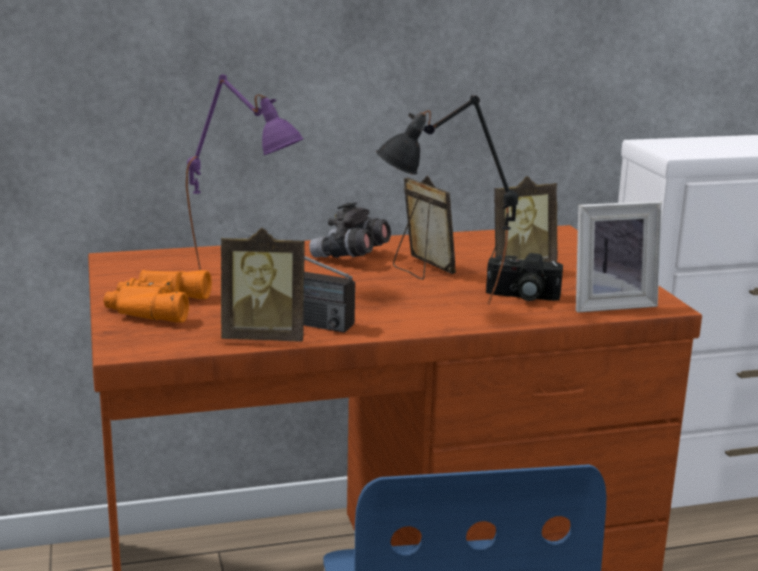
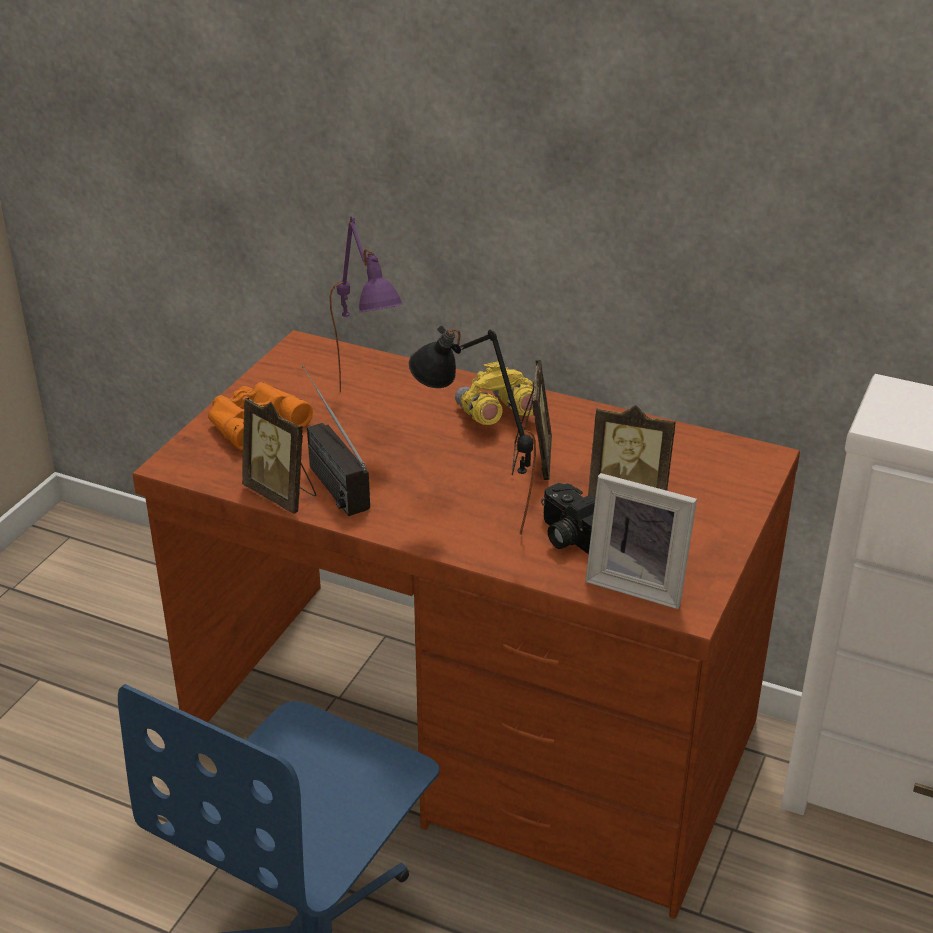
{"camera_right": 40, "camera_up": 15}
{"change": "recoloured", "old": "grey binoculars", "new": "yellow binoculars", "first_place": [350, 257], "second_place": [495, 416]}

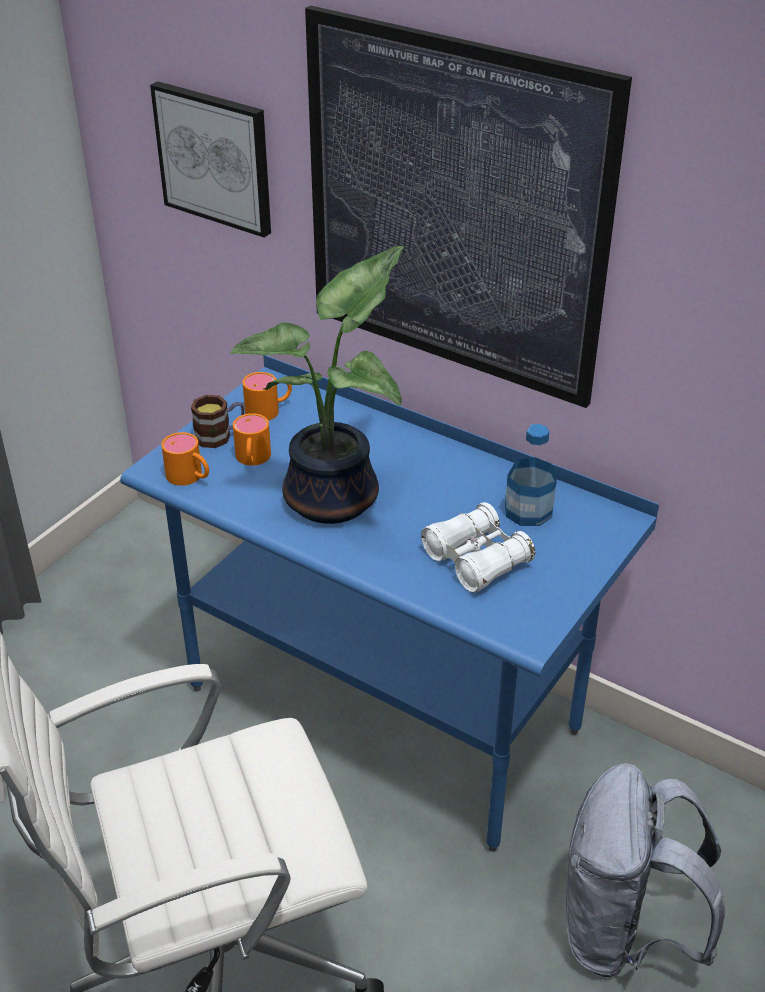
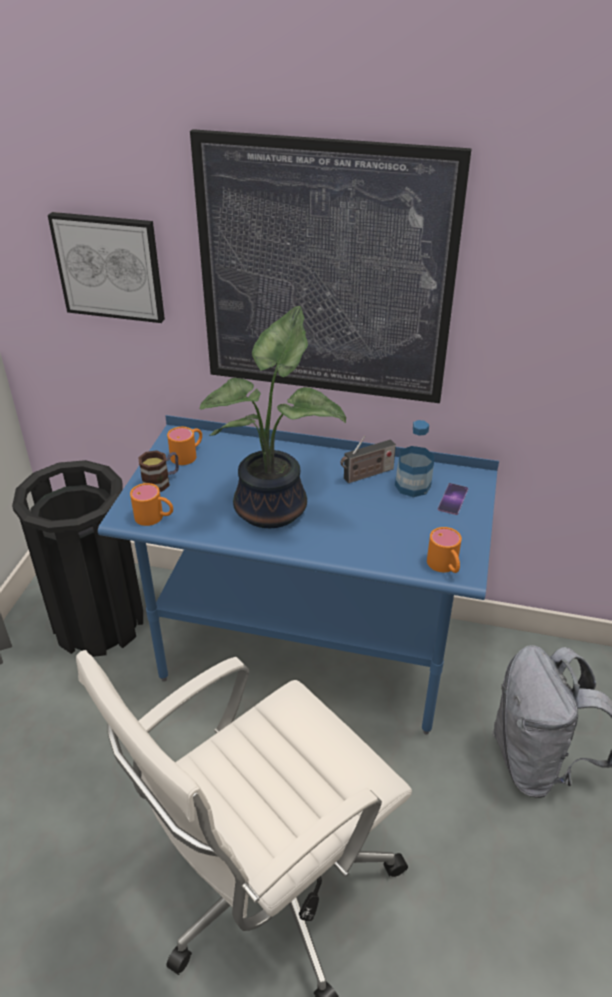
{"camera_right": -20, "camera_up": 0}
{"change": "moved", "old": "orange mug", "first_place": [252, 460], "second_place": [445, 566]}
{"change": "removed", "old": "white binoculars", "first_place": [476, 559]}
{"change": "added", "new": "black trash can", "second_place": [99, 622]}
{"change": "added", "new": "radio", "second_place": [366, 475]}
{"change": "added", "new": "phone", "second_place": [453, 499]}

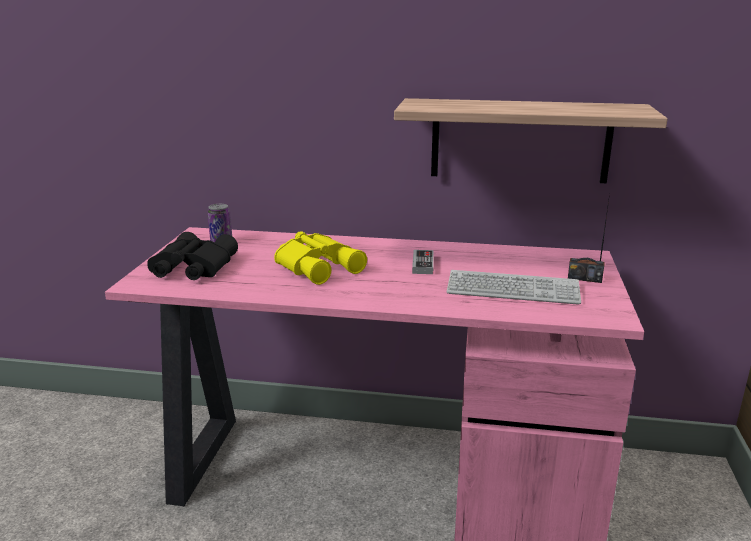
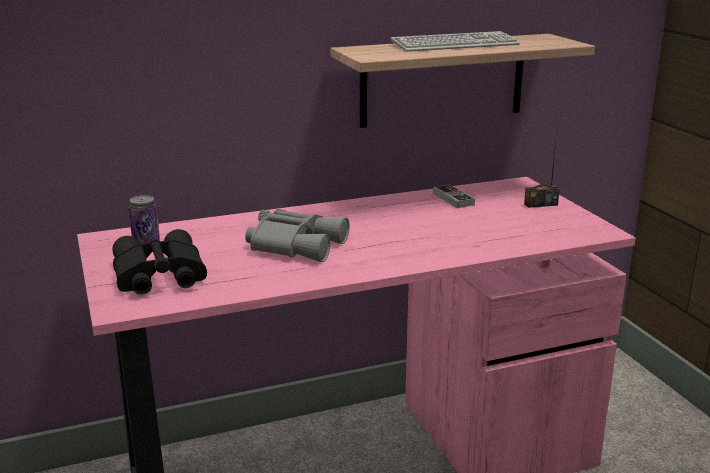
{"camera_right": -30, "camera_up": 0}
{"change": "recoloured", "old": "yellow binoculars", "new": "grey binoculars", "first_place": [319, 266], "second_place": [296, 244]}
{"change": "moved", "old": "game controller", "first_place": [423, 264], "second_place": [453, 199]}
{"change": "moved", "old": "keyboard", "first_place": [512, 289], "second_place": [455, 44]}

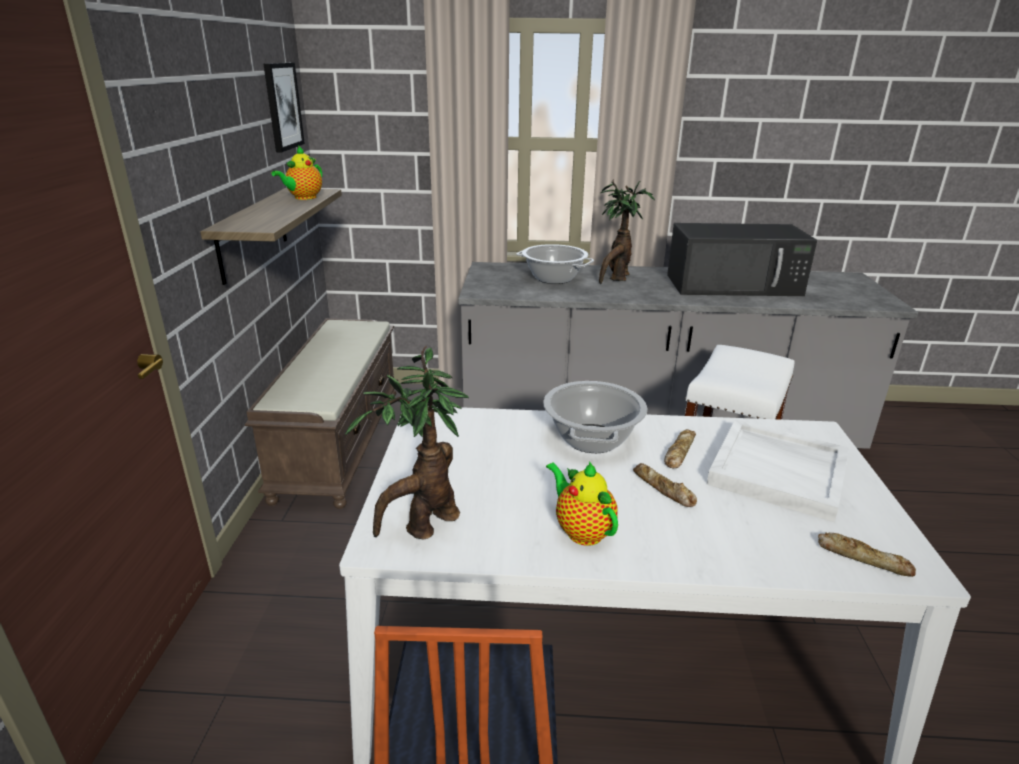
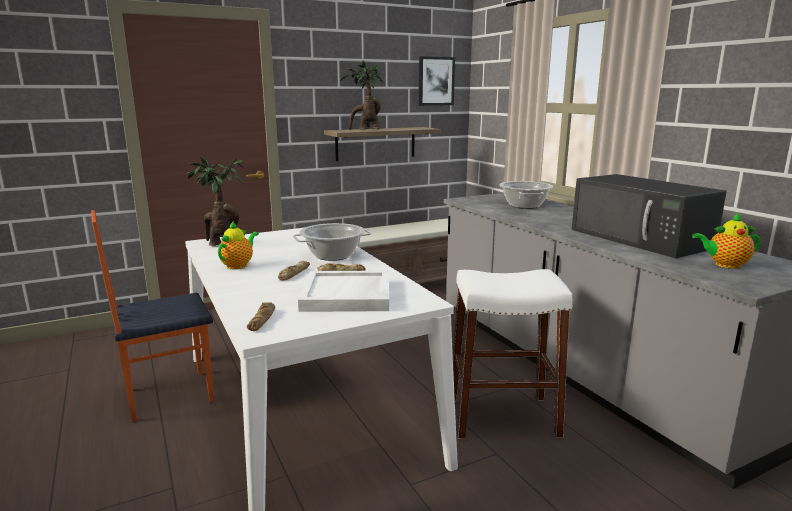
{"camera_right": 60, "camera_up": -10}
{"change": "moved", "old": "teapot", "first_place": [303, 198], "second_place": [724, 265]}
{"change": "moved", "old": "potted plant", "first_place": [616, 279], "second_place": [366, 129]}

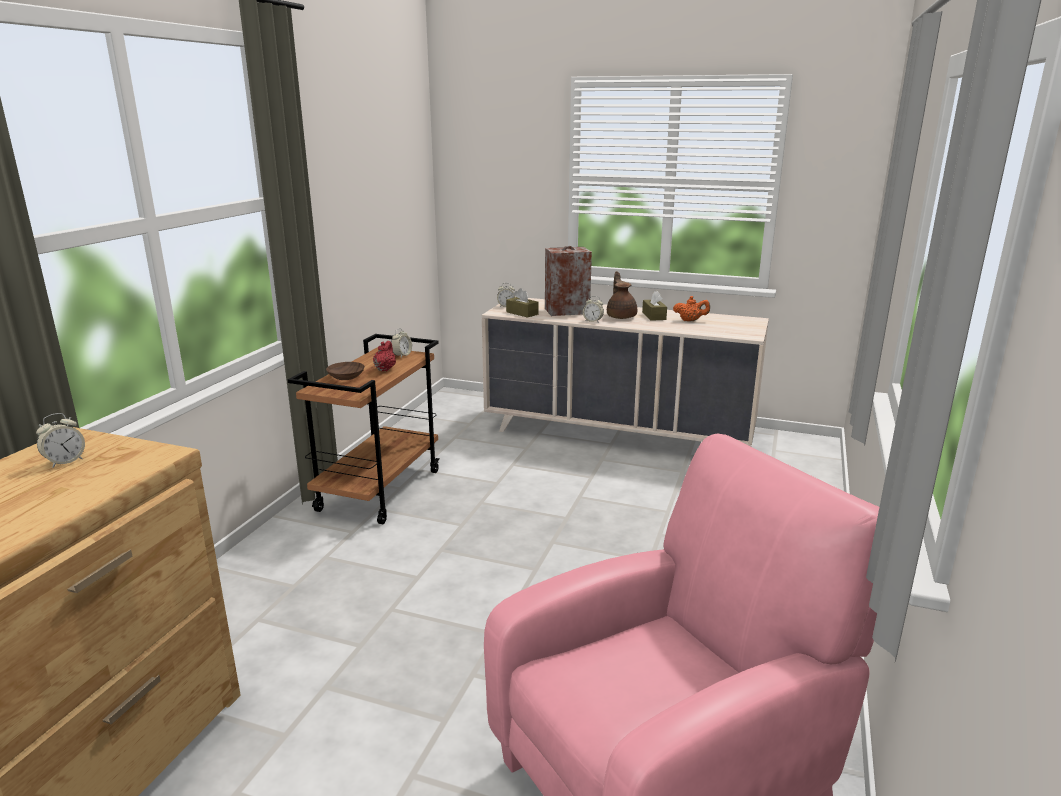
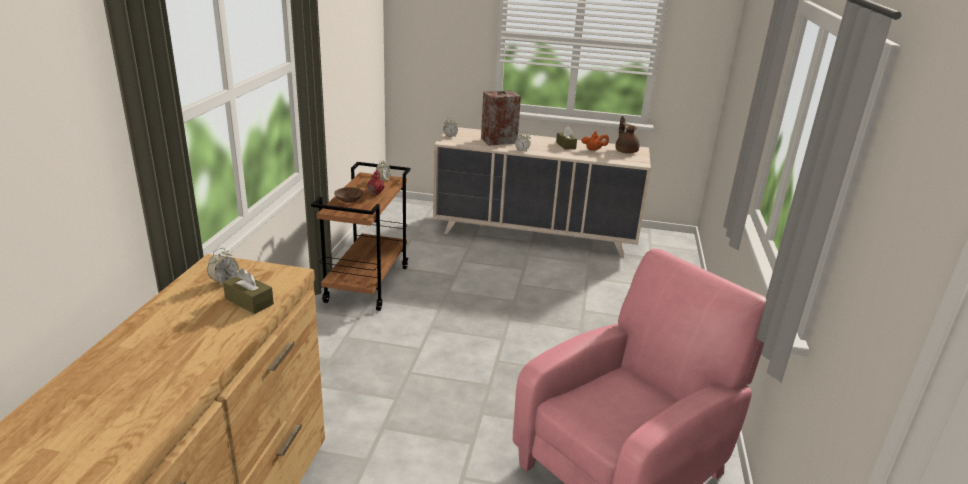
{"camera_right": -10, "camera_up": 5}
{"change": "moved", "old": "brown tissue box", "first_place": [522, 313], "second_place": [249, 301]}
{"change": "moved", "old": "brown teapot", "first_place": [621, 316], "second_place": [626, 151]}

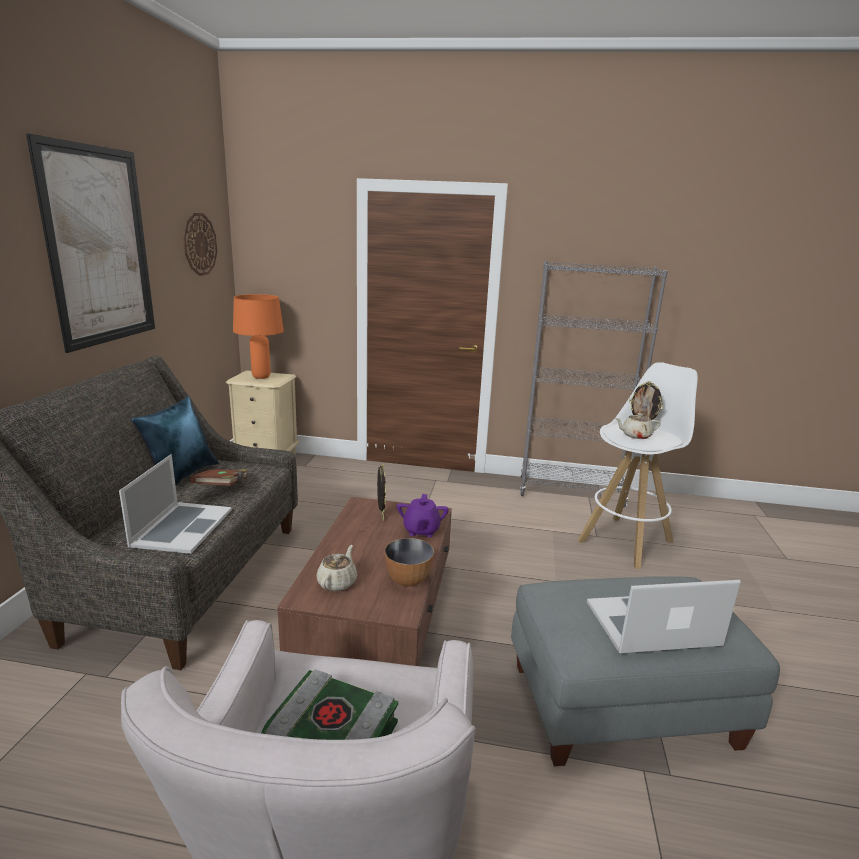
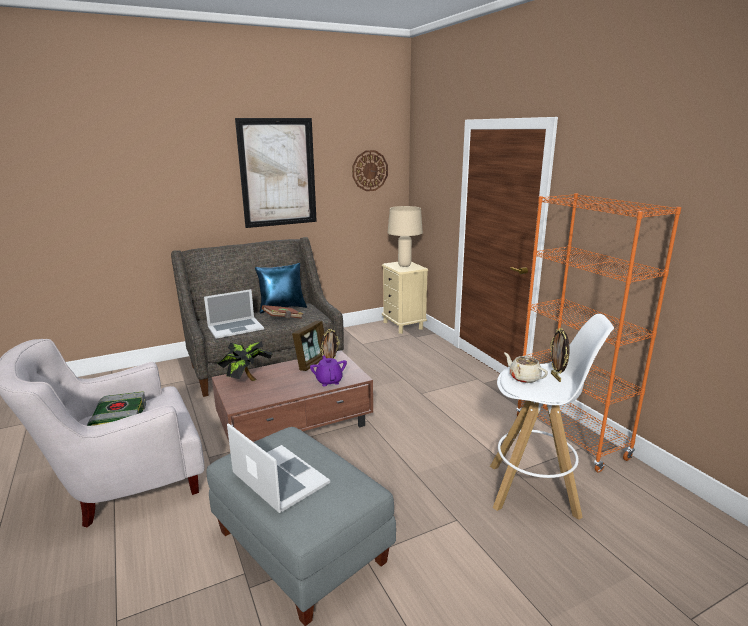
{"camera_right": 55, "camera_up": 0}
{"change": "recoloured", "old": "orange table lamp", "new": "beige table lamp", "first_place": [261, 377], "second_place": [404, 265]}
{"change": "replaced", "old": "beige teapot", "new": "potted plant", "first_place": [337, 582], "second_place": [246, 381]}
{"change": "removed", "old": "bowl", "first_place": [408, 580]}
{"change": "turned", "old": "purple teapot", "first_place": [421, 530], "second_place": [329, 381], "degrees": 105}
{"change": "recoloured", "old": "grey bookcase", "new": "orange bookcase", "first_place": [571, 493], "second_place": [570, 437]}
{"change": "added", "new": "picture frame", "second_place": [312, 363]}

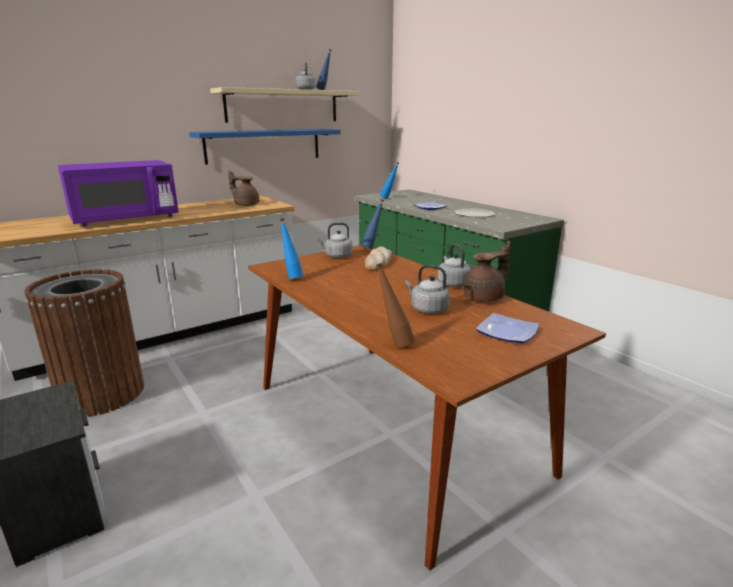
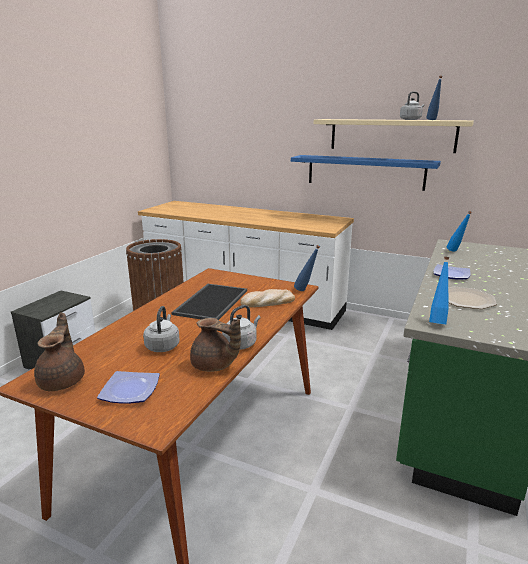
{"camera_right": 60, "camera_up": 0}
{"change": "removed", "old": "purple microwave", "first_place": [125, 219]}
{"change": "moved", "old": "brown teapot", "first_place": [246, 205], "second_place": [63, 380]}
{"change": "moved", "old": "blue bottle", "first_place": [292, 278], "second_place": [437, 321]}
{"change": "removed", "old": "grey kettle", "first_place": [337, 256]}
{"change": "removed", "old": "brown bottle", "first_place": [394, 343]}
{"change": "added", "new": "tray", "second_place": [211, 301]}

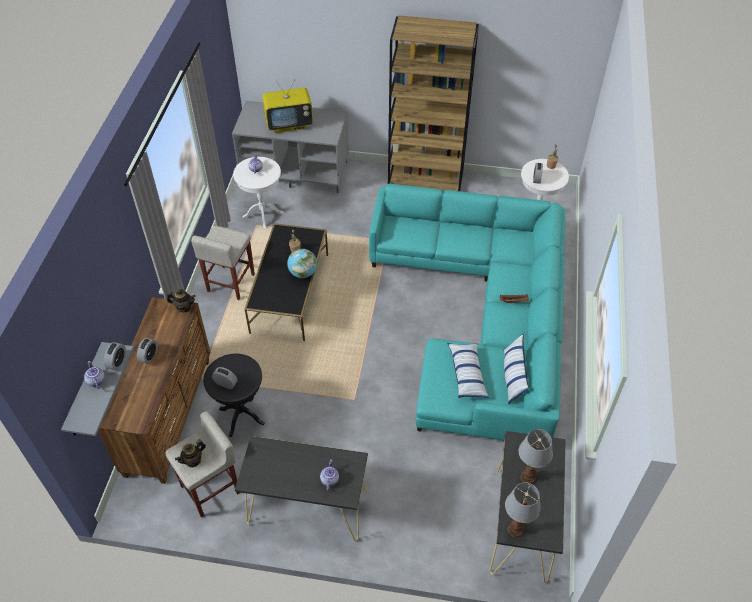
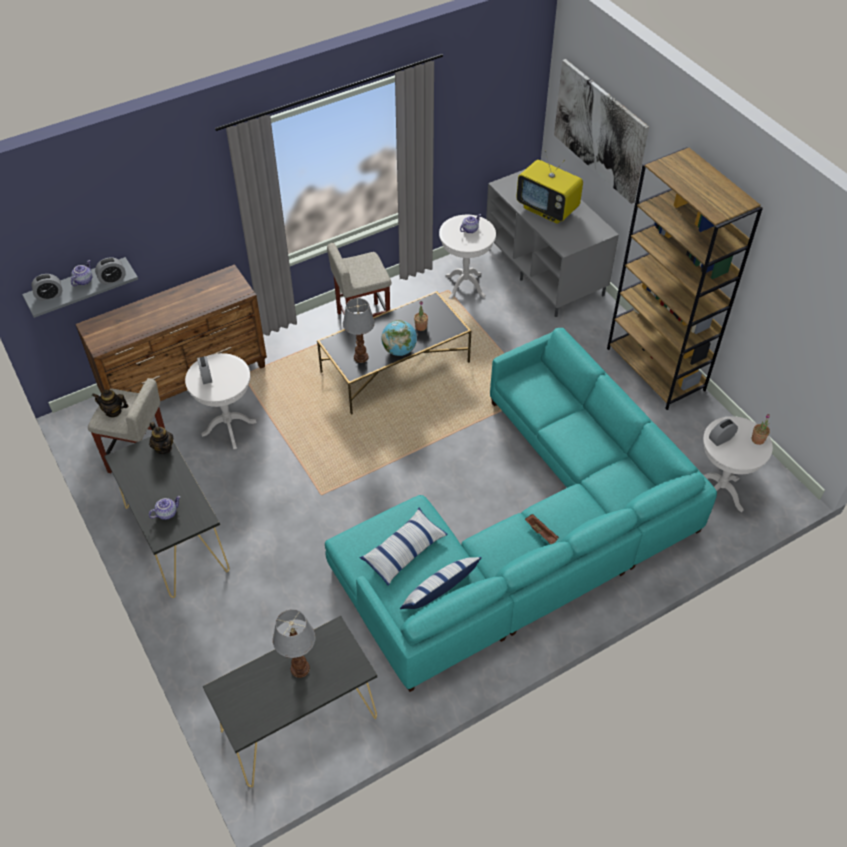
{"camera_right": 50, "camera_up": 0}
{"change": "moved", "old": "alarm clock", "first_place": [149, 356], "second_place": [49, 295]}
{"change": "moved", "old": "teapot", "first_place": [184, 307], "second_place": [163, 448]}
{"change": "recoloured", "old": "black side table", "new": "white side table", "first_place": [241, 416], "second_place": [229, 428]}
{"change": "moved", "old": "table lamp", "first_place": [515, 530], "second_place": [360, 357]}
{"change": "added", "new": "picture", "second_place": [600, 130]}

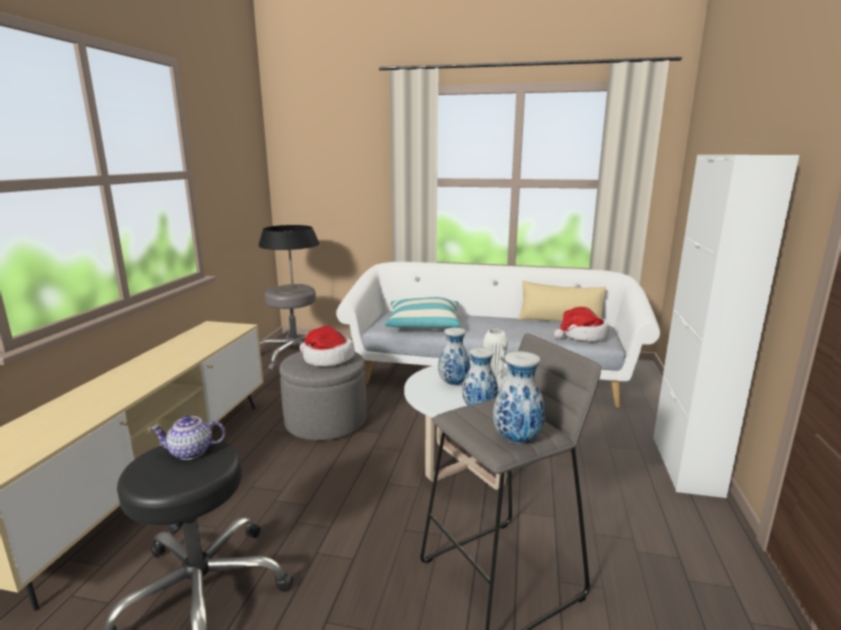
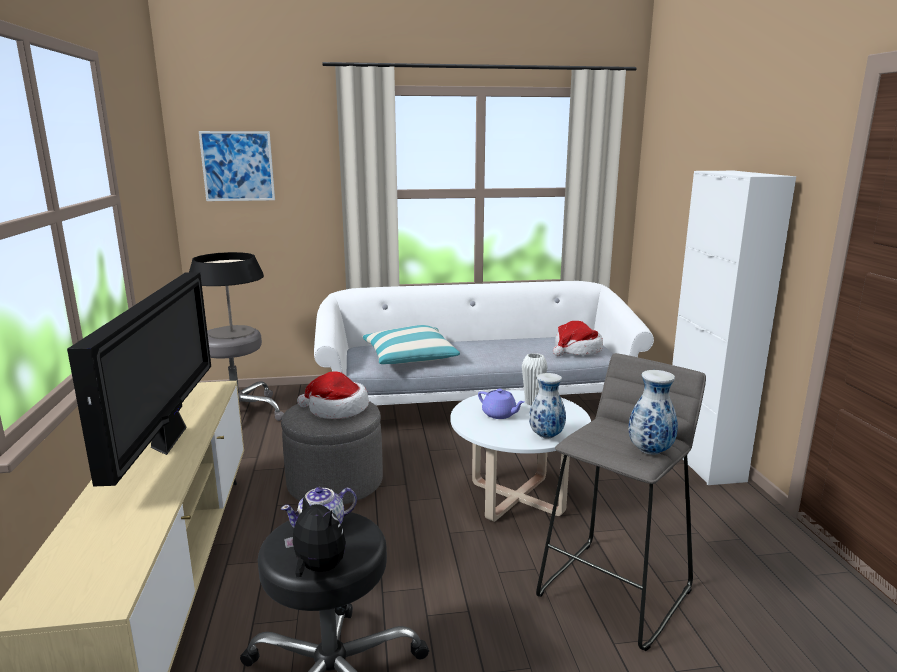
{"camera_right": -20, "camera_up": 0}
{"change": "replaced", "old": "vase", "new": "purple teapot", "first_place": [453, 383], "second_place": [500, 414]}
{"change": "removed", "old": "beige pillow", "first_place": [559, 321]}
{"change": "added", "new": "television", "second_place": [170, 438]}
{"change": "added", "new": "picture", "second_place": [237, 166]}
{"change": "added", "new": "plush toy", "second_place": [317, 568]}

